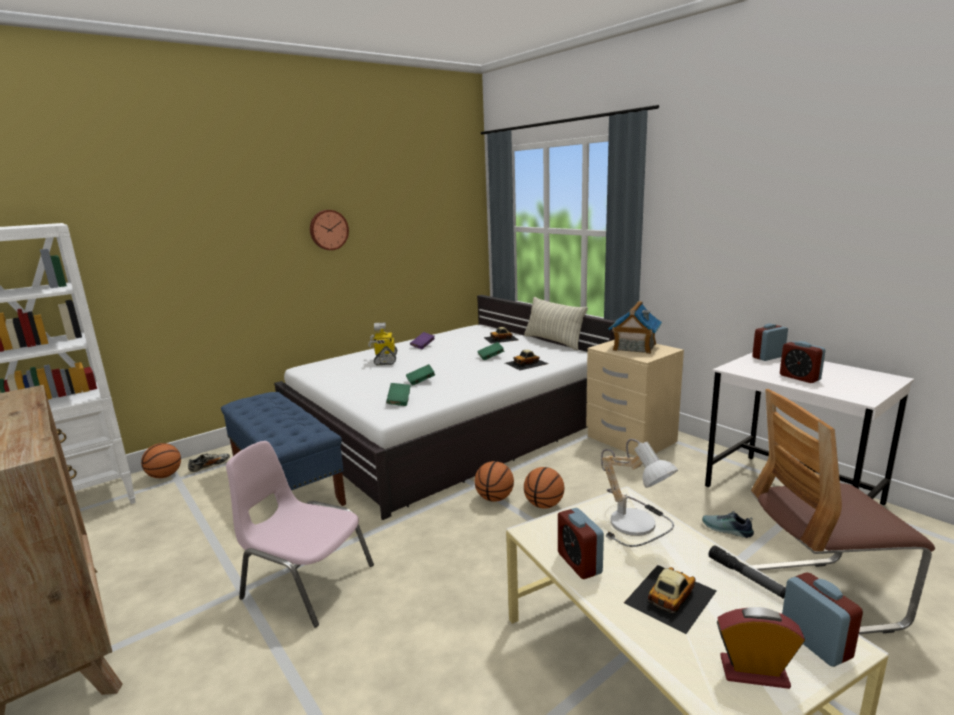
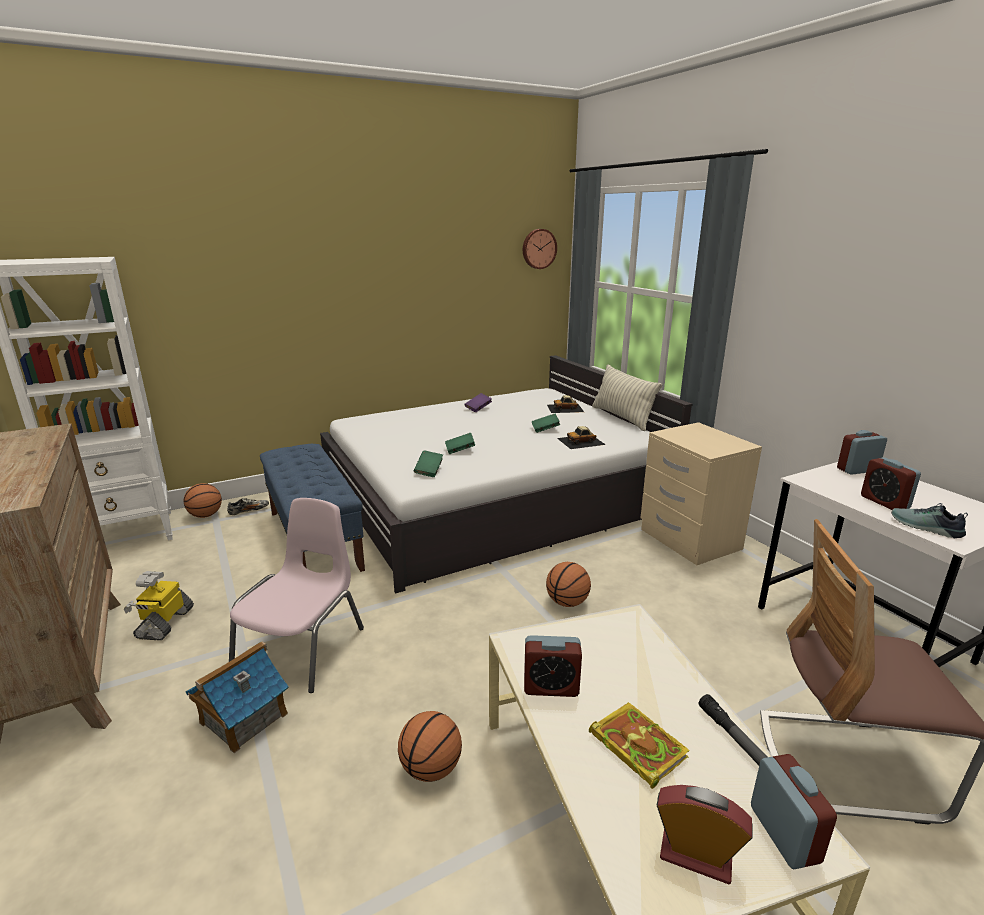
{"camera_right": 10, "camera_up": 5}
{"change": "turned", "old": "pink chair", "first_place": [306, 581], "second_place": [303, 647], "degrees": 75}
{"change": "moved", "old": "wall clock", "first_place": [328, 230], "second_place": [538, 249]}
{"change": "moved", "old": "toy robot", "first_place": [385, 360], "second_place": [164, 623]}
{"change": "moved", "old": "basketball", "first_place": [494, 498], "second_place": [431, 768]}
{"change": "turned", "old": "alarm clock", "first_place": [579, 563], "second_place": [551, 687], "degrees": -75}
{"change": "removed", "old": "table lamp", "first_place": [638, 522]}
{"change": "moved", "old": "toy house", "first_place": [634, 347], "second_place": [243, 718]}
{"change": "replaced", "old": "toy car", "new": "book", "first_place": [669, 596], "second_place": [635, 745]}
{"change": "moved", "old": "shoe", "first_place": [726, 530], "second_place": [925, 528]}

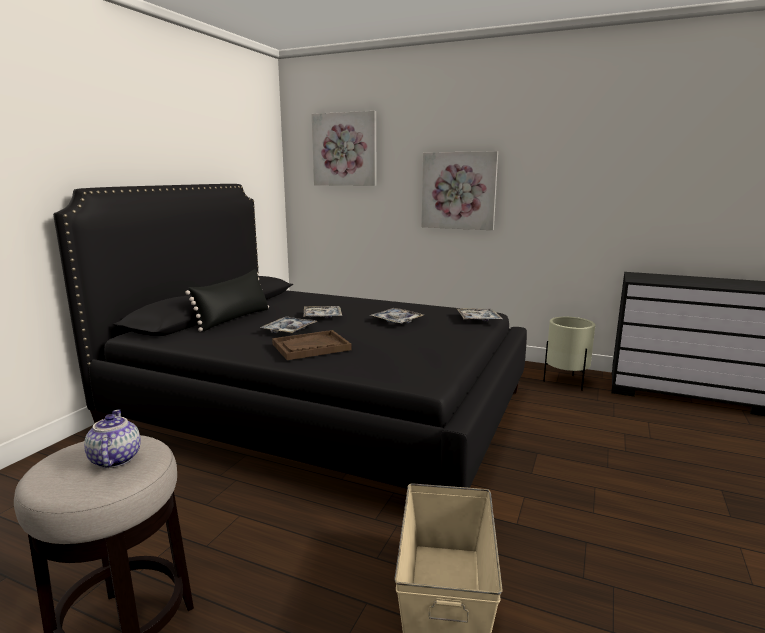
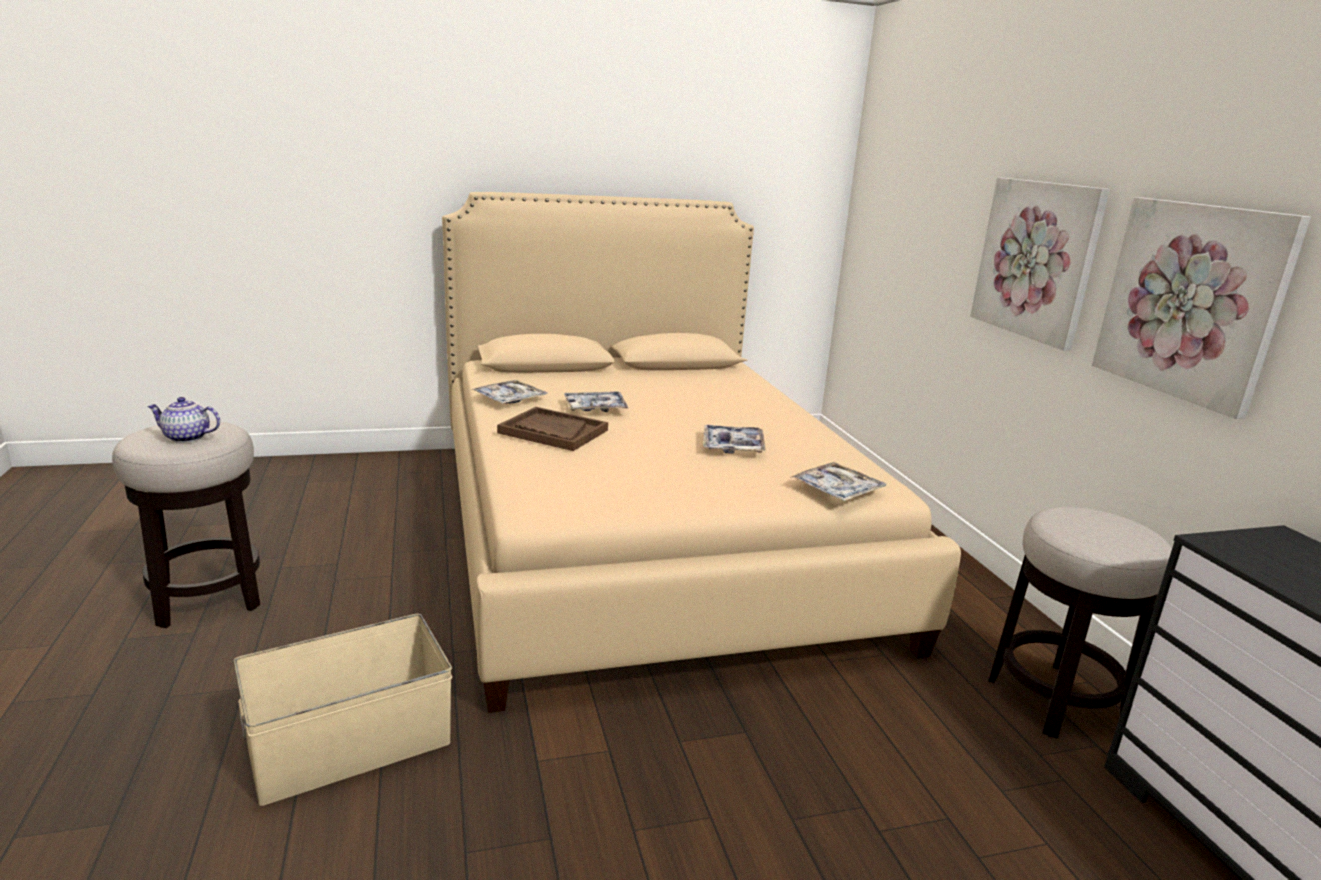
{"camera_right": 50, "camera_up": 5}
{"change": "recoloured", "old": "black bed", "new": "beige bed", "first_place": [322, 408], "second_place": [643, 532]}
{"change": "turned", "old": "teapot", "first_place": [114, 459], "second_place": [186, 438], "degrees": -120}
{"change": "removed", "old": "black pillow", "first_place": [234, 319]}
{"change": "moved", "old": "tray", "first_place": [322, 316], "second_place": [509, 399]}
{"change": "moved", "old": "picture", "first_place": [345, 149], "second_place": [1192, 301]}
{"change": "replaced", "old": "beige planter", "new": "stool", "first_place": [566, 382], "second_place": [1055, 700]}

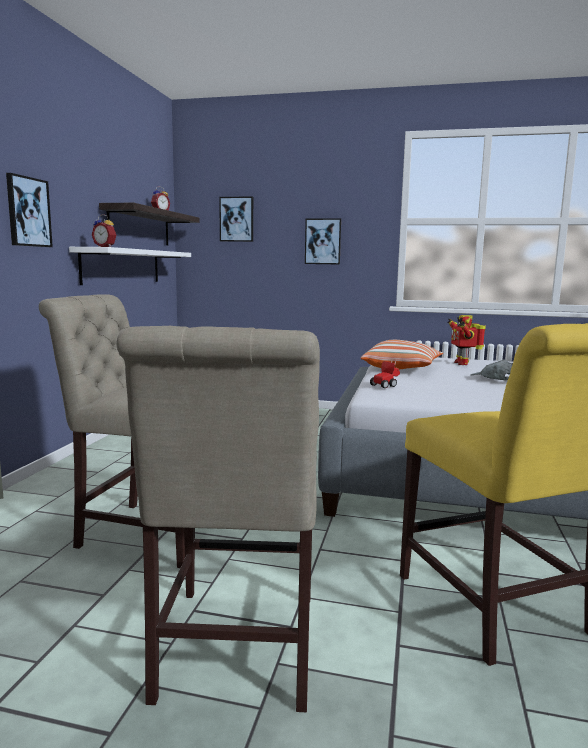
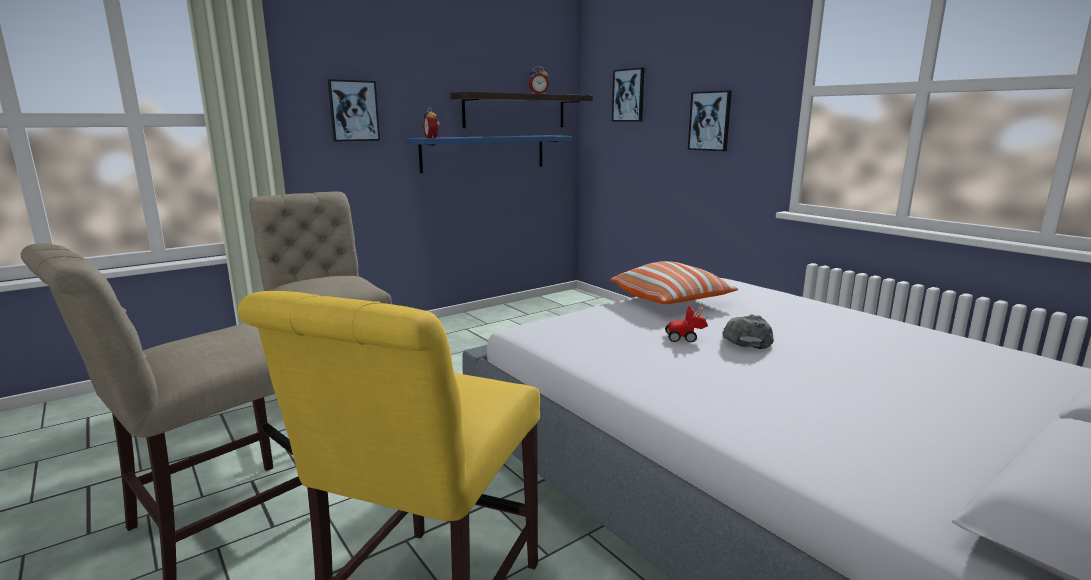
{"camera_right": 40, "camera_up": 5}
{"change": "recoloured", "old": "white shelf", "new": "blue shelf", "first_place": [122, 266], "second_place": [484, 153]}
{"change": "moved", "old": "toy car", "first_place": [386, 385], "second_place": [686, 338]}
{"change": "removed", "old": "toy robot", "first_place": [462, 363]}

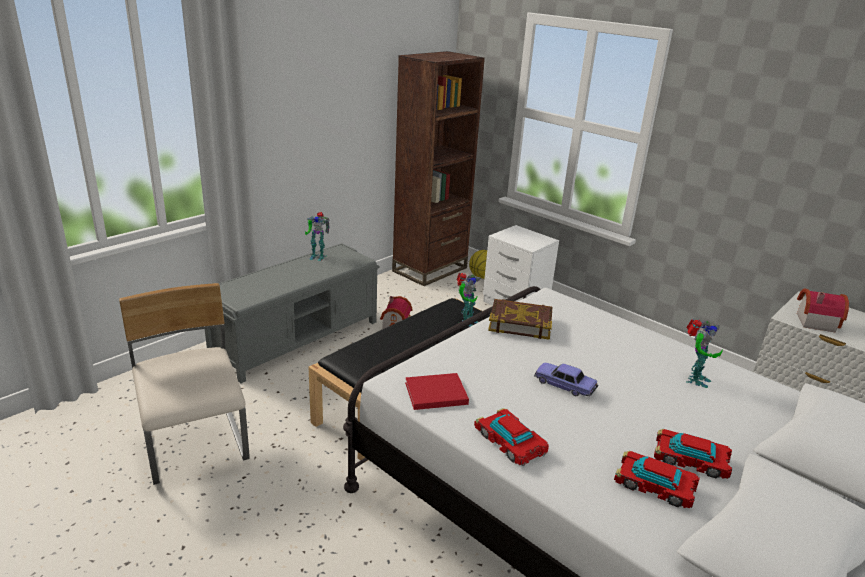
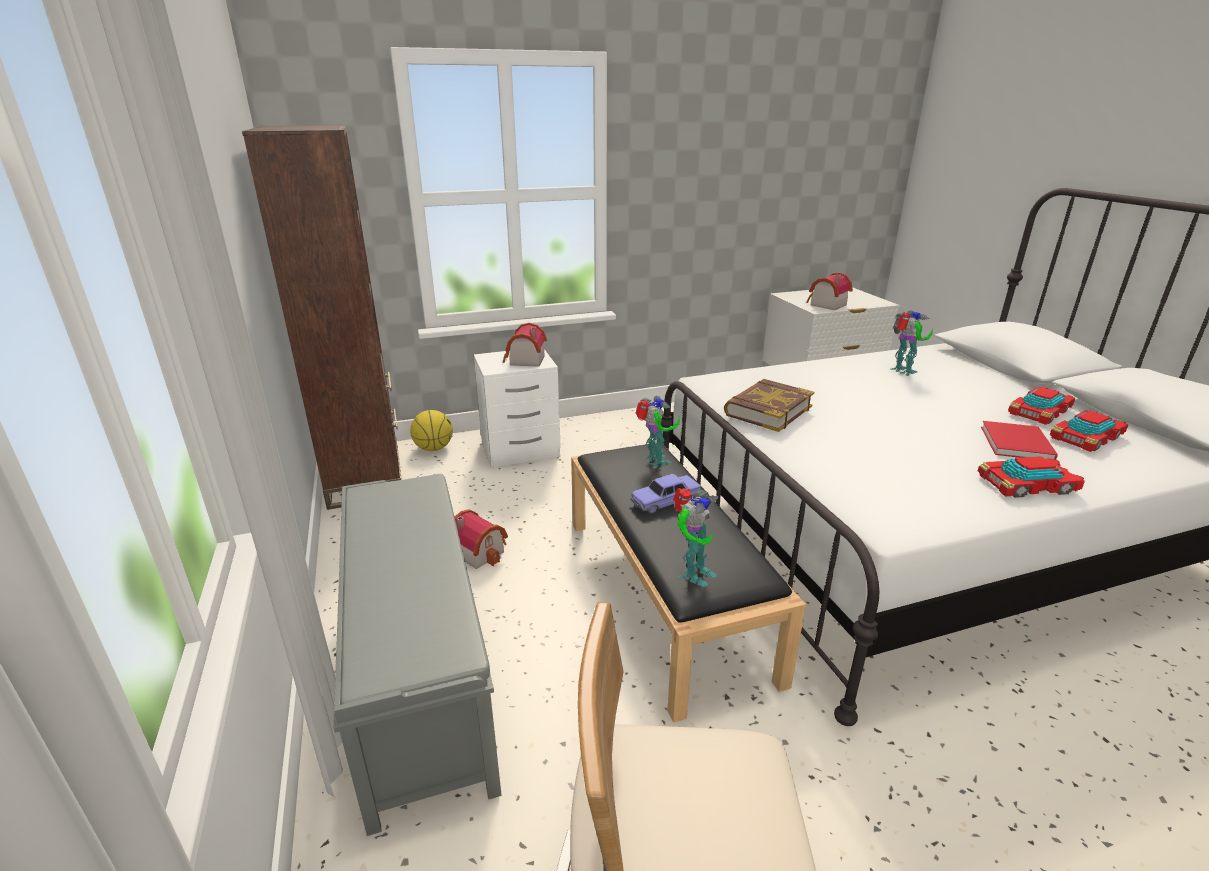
{"camera_right": -60, "camera_up": 0}
{"change": "moved", "old": "toy robot", "first_place": [317, 256], "second_place": [693, 573]}
{"change": "moved", "old": "red book", "first_place": [434, 393], "second_place": [1016, 444]}
{"change": "moved", "old": "toy car", "first_place": [564, 385], "second_place": [665, 501]}
{"change": "added", "new": "toy house", "second_place": [524, 361]}

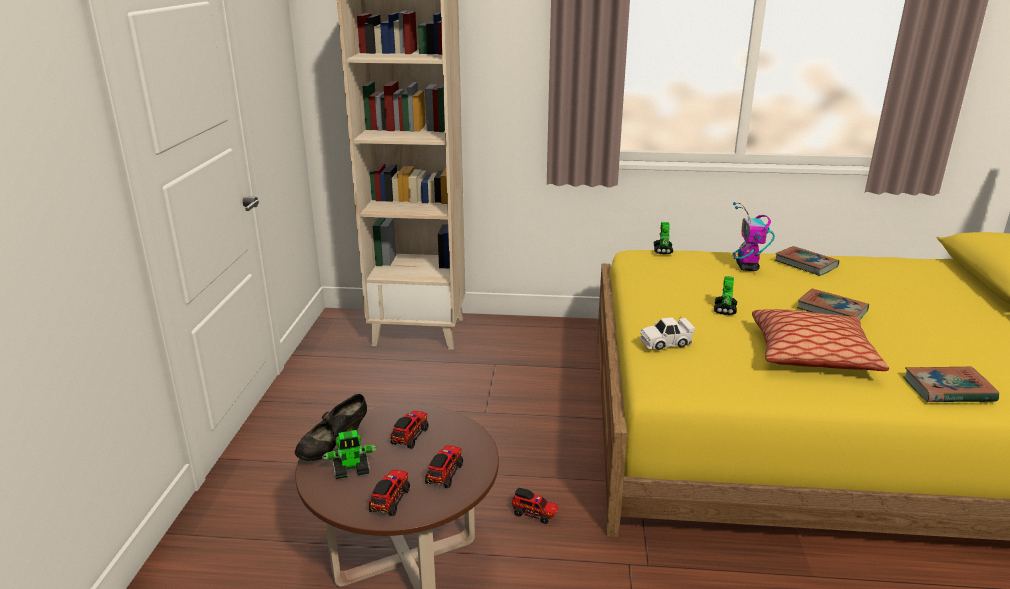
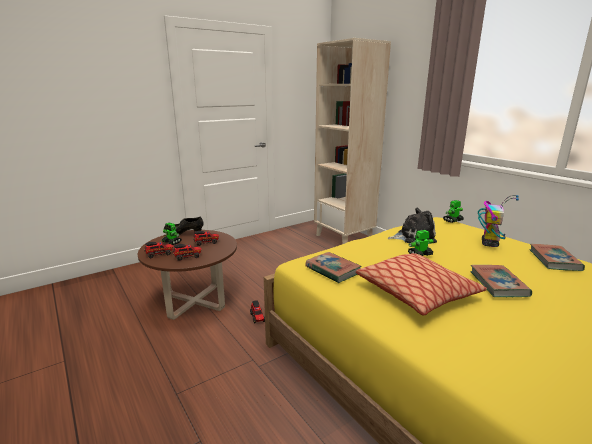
{"camera_right": 50, "camera_up": -5}
{"change": "removed", "old": "white toy car", "first_place": [665, 342]}
{"change": "turned", "old": "toy robot", "first_place": [747, 267], "second_place": [489, 243], "degrees": 150}
{"change": "moved", "old": "book", "first_place": [948, 389], "second_place": [332, 270]}
{"change": "added", "new": "plush toy", "second_place": [413, 237]}

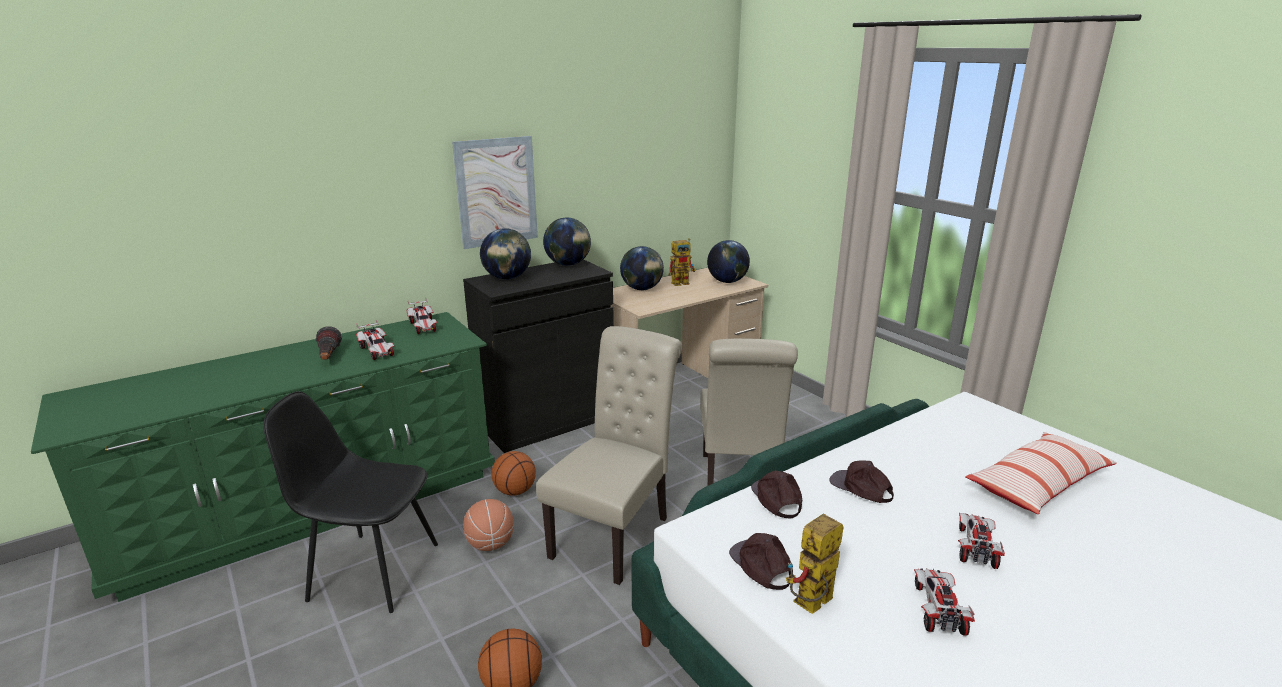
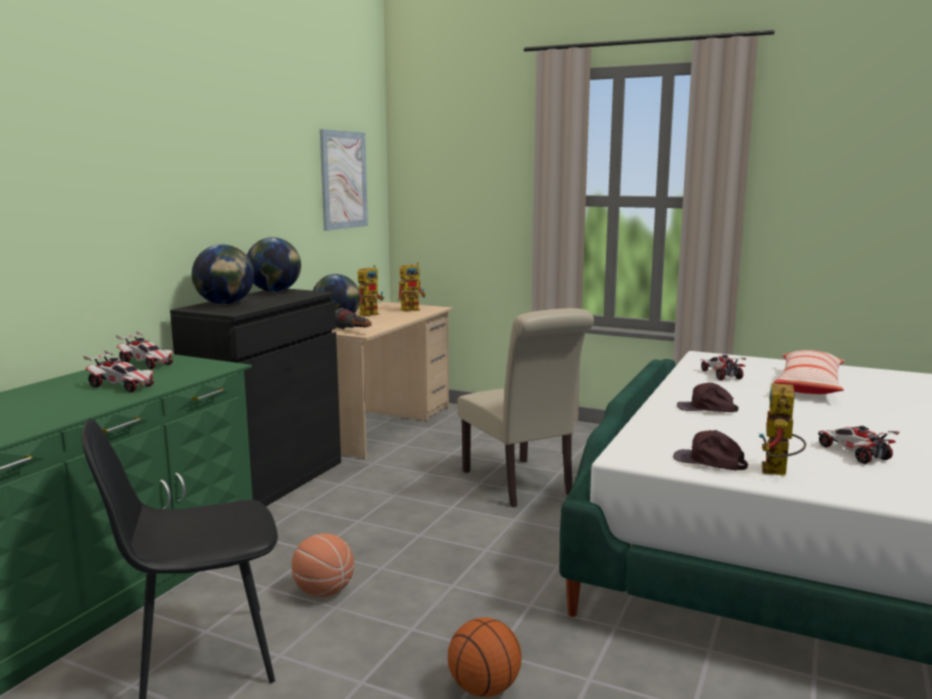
{"camera_right": -30, "camera_up": -10}
{"change": "moved", "old": "flashlight", "first_place": [329, 358], "second_place": [354, 331]}
{"change": "moved", "old": "picture", "first_place": [496, 192], "second_place": [343, 180]}
{"change": "removed", "old": "basketball", "first_place": [515, 491]}
{"change": "removed", "old": "beige chair", "first_place": [615, 533]}
{"change": "replaced", "old": "globe", "new": "toy robot", "first_place": [727, 282], "second_place": [413, 309]}
{"change": "removed", "old": "brown cap", "first_place": [776, 499]}
{"change": "moved", "old": "toy car", "first_place": [975, 548], "second_place": [720, 375]}

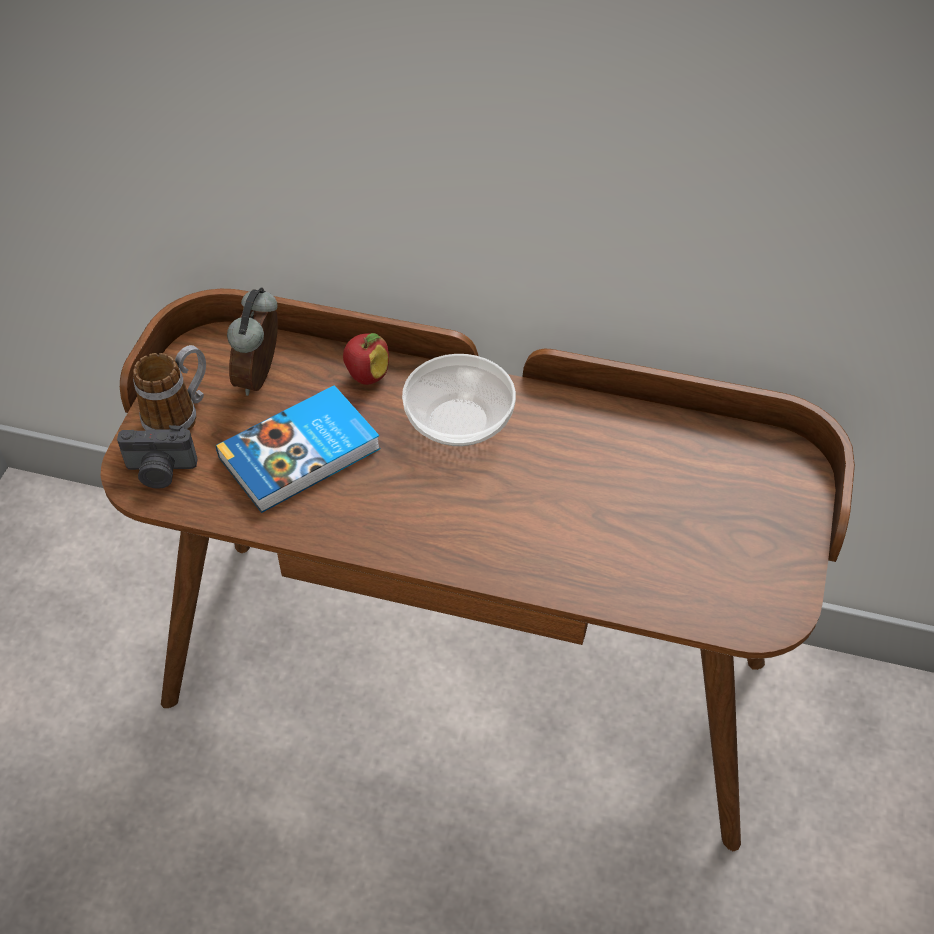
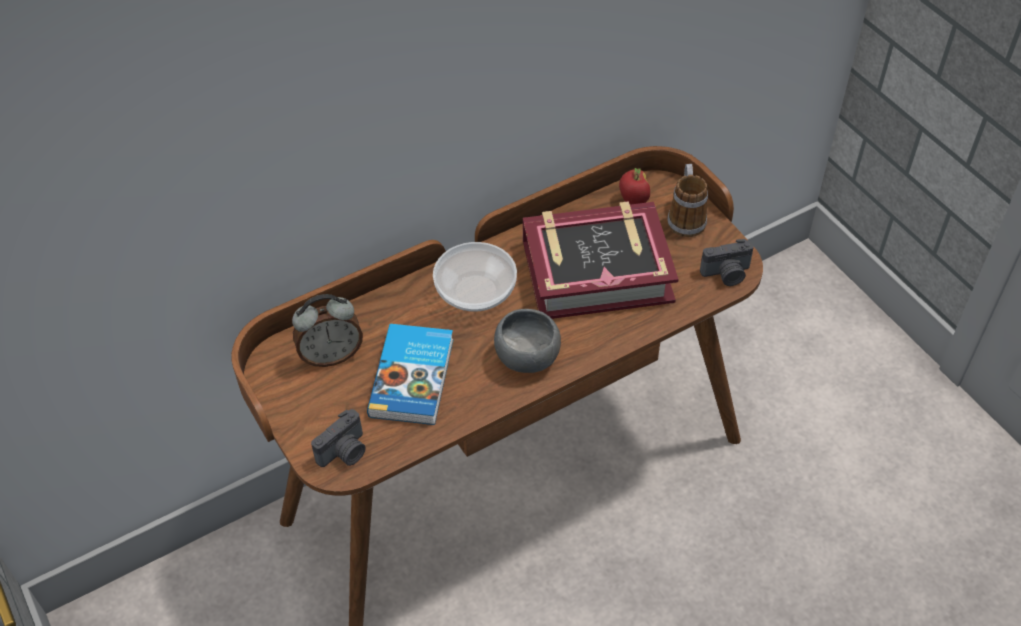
{"camera_right": -45, "camera_up": 0}
{"change": "moved", "old": "mug", "first_place": [179, 414], "second_place": [685, 217]}
{"change": "turned", "old": "alarm clock", "first_place": [262, 377], "second_place": [331, 355], "degrees": -75}
{"change": "moved", "old": "apple", "first_place": [367, 376], "second_place": [633, 201]}
{"change": "added", "new": "grey bowl", "second_place": [526, 358]}
{"change": "added", "new": "book", "second_place": [596, 270]}
{"change": "added", "new": "photo camera", "second_place": [727, 274]}

